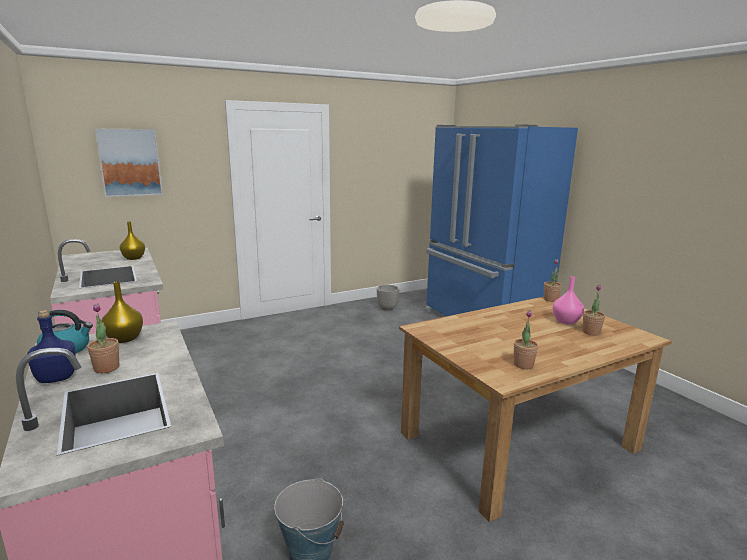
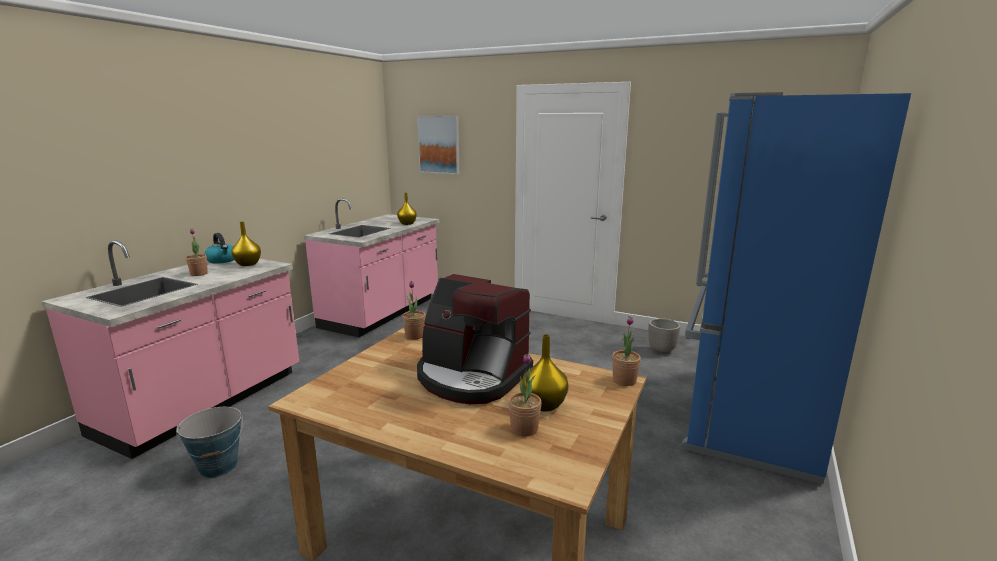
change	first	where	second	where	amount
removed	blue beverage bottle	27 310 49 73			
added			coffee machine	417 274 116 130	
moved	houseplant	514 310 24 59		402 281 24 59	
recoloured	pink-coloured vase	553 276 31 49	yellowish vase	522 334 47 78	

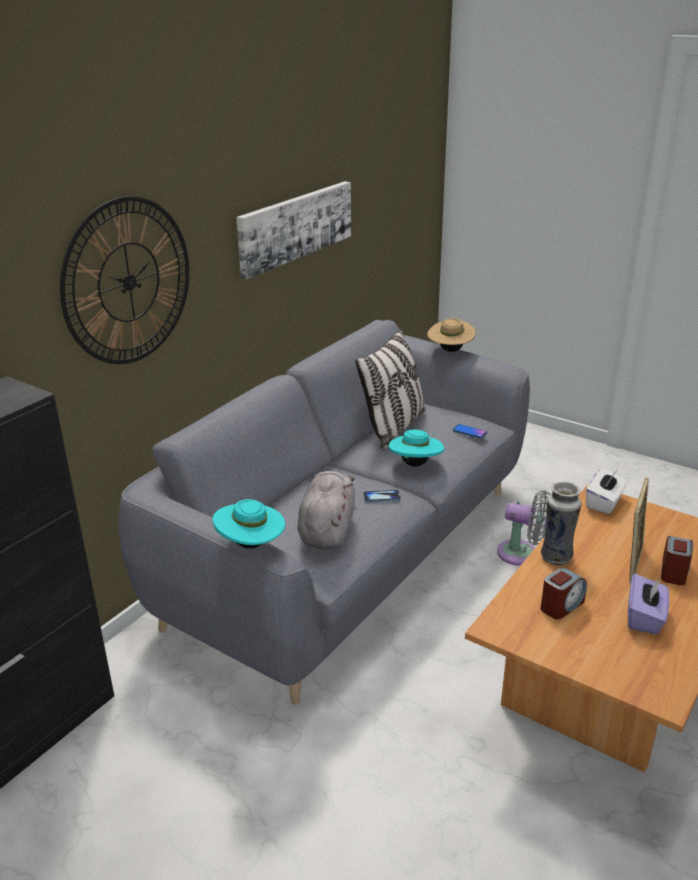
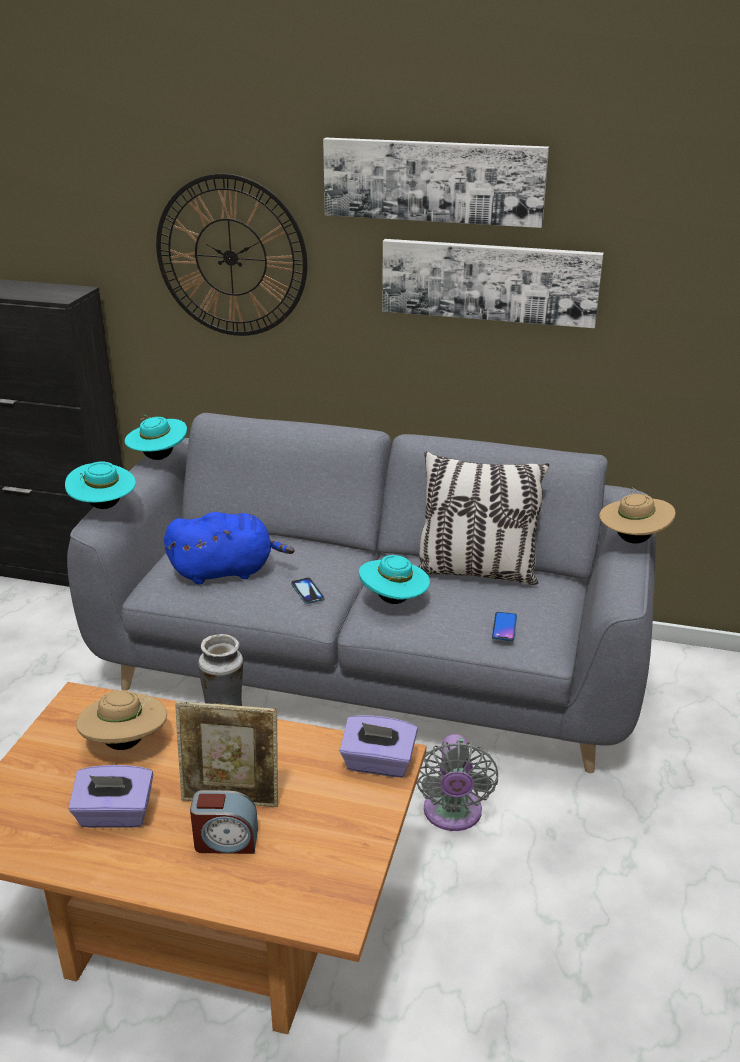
change	first	where	second	where	amount
added			blue-green clothing hat	125 414 62 46	
added			wall art	323 138 226 90	
replaced	alarm clock	541 567 46 53	sand-coloured clothing hat	76 690 91 60	
recoloured	grey soft toy	297 471 58 78	blue soft toy	164 512 130 73	
recoloured	whitish tissue box	586 468 42 46	purple tissue box	340 715 78 62	

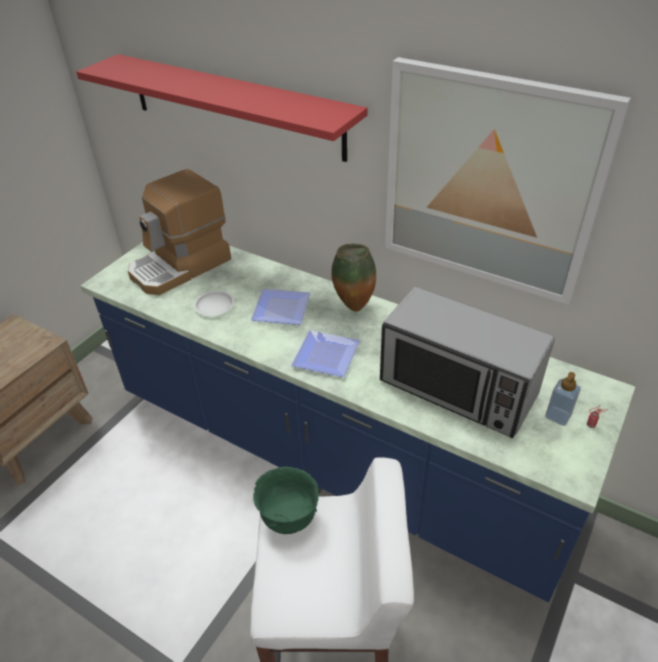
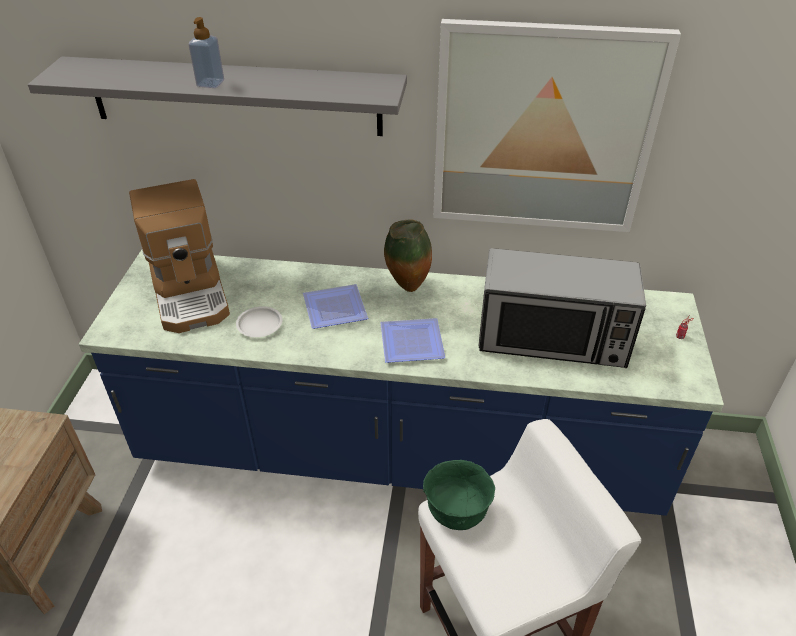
change	first	where	second	where	amount
moved	soap bottle	545 372 36 54		189 17 35 71	
recoloured	red shelf	76 54 291 108	grey shelf	28 56 379 80	
turned	coffee machine	128 169 103 126		129 179 101 154	45 degrees counterclockwise

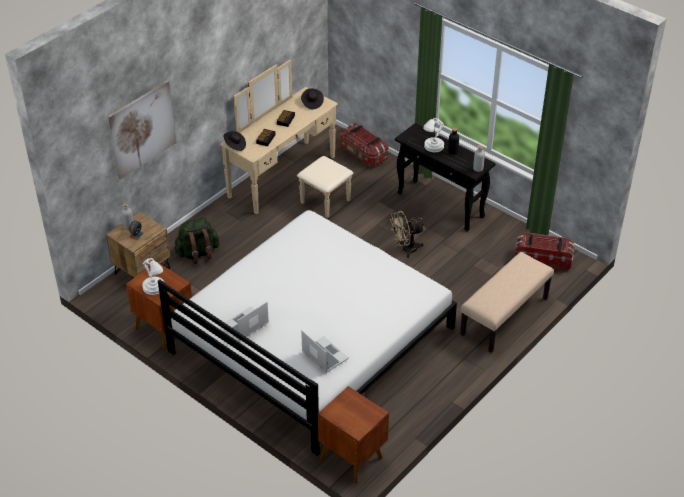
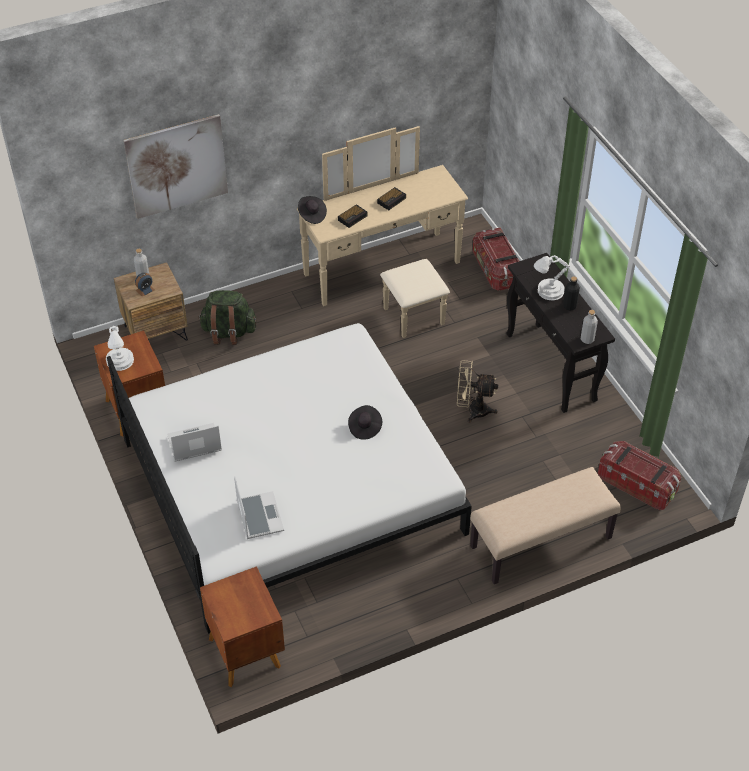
change	first	where	second	where	amount
moved	blackish clothing hat	301 88 23 21		348 405 34 35	

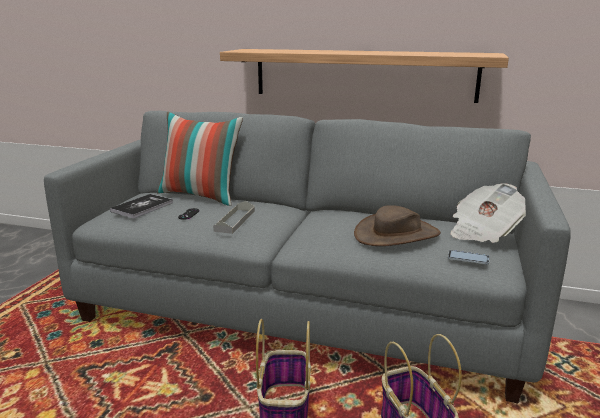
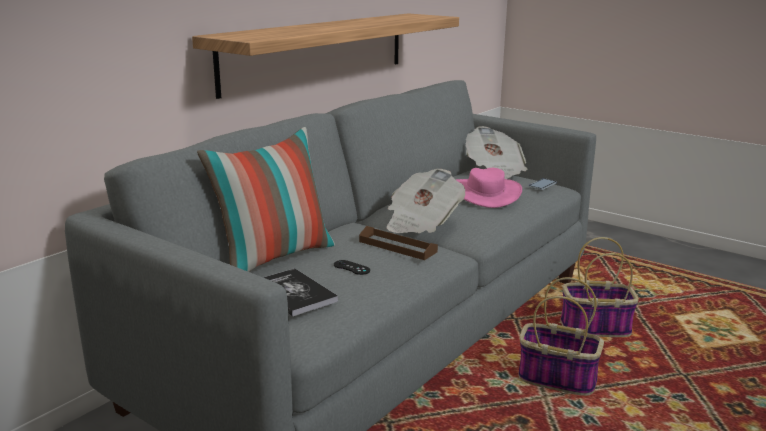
change	first	where	second	where	amount
added			newspaper	387 169 78 64	
recoloured	grey carrying tray	213 201 42 33	brownish carrying tray	359 226 79 34	
recoloured	brownish clothing hat	354 205 87 41	pink-coloured clothing hat	456 168 66 40	

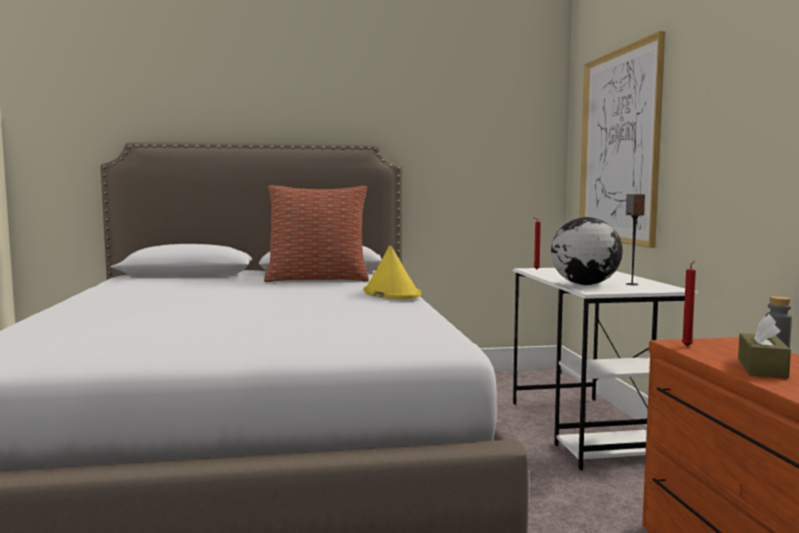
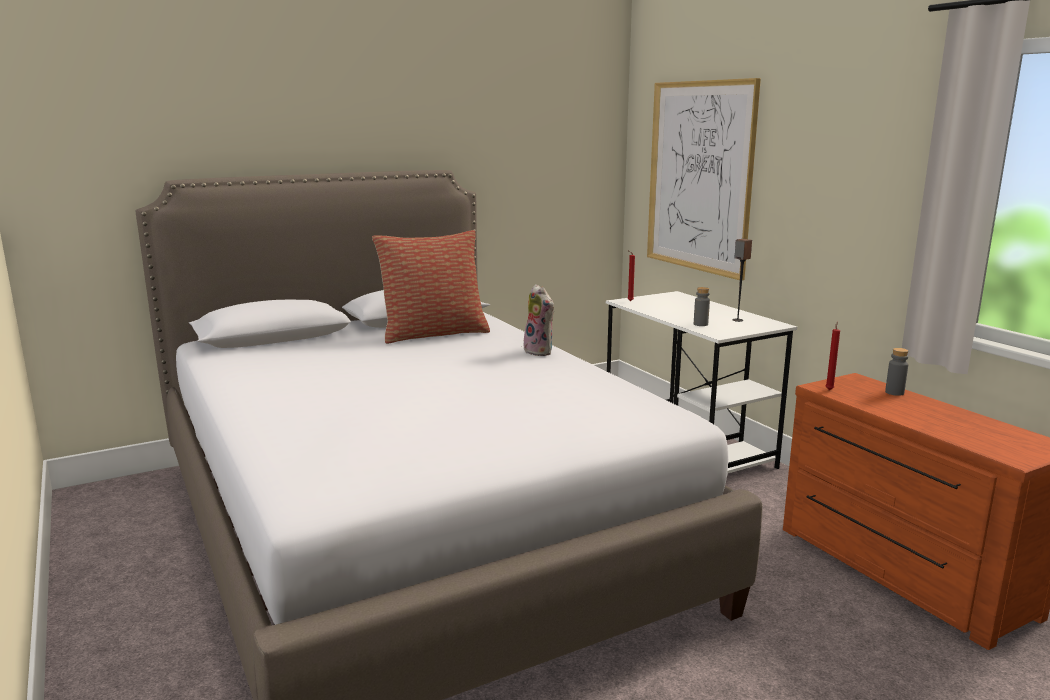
change	first	where	second	where	amount
removed	brownish tissue box	738 314 53 65			
replaced	yellowish clothing hat	363 245 58 54	soft toy	524 284 30 72	
replaced	desk globe	551 217 72 68	grey beverage bottle	694 287 16 39	

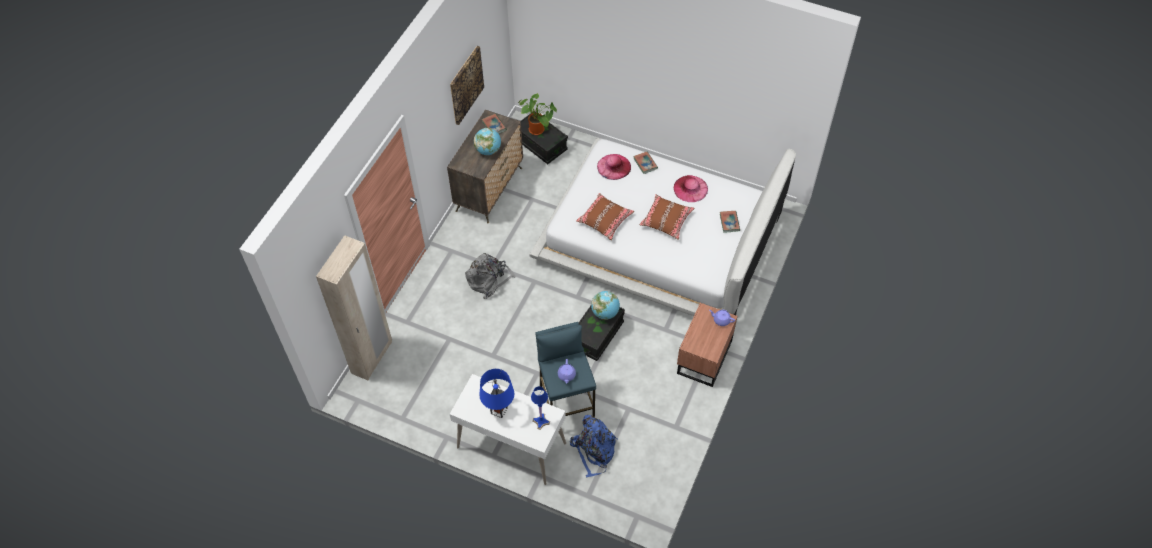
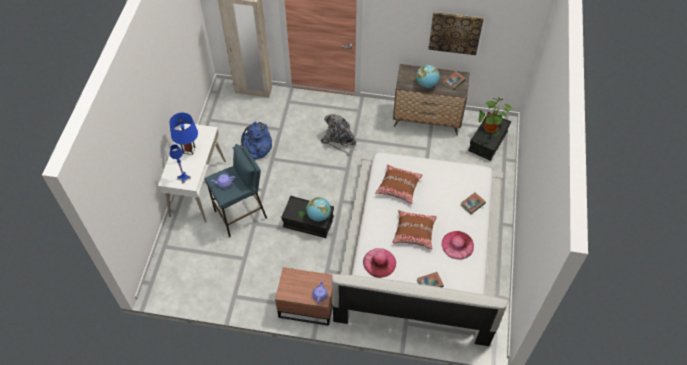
change	first	where	second	where	amount
moved	blue backpack	570 415 48 62		232 122 40 38	
moved	pink-coloured clothing hat	597 154 34 26		363 248 33 30	

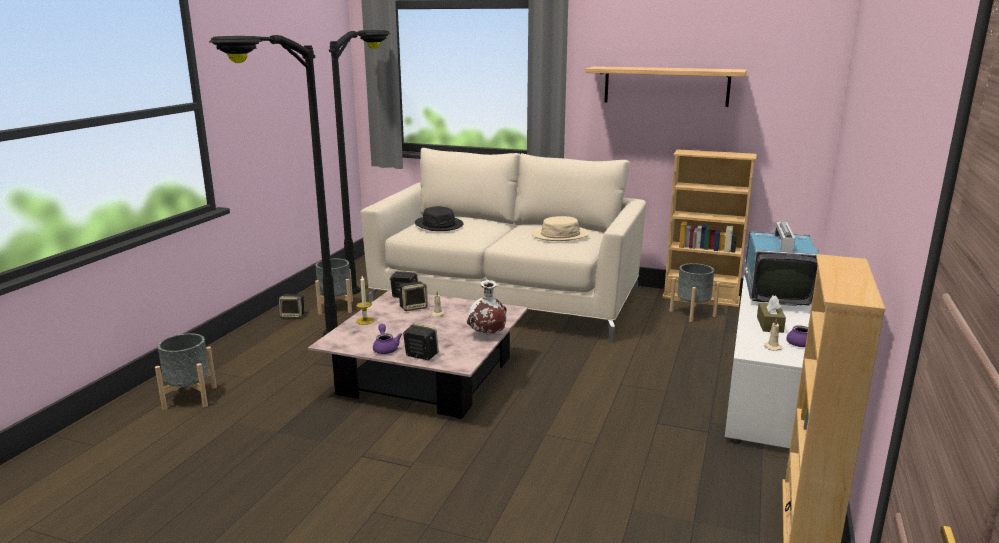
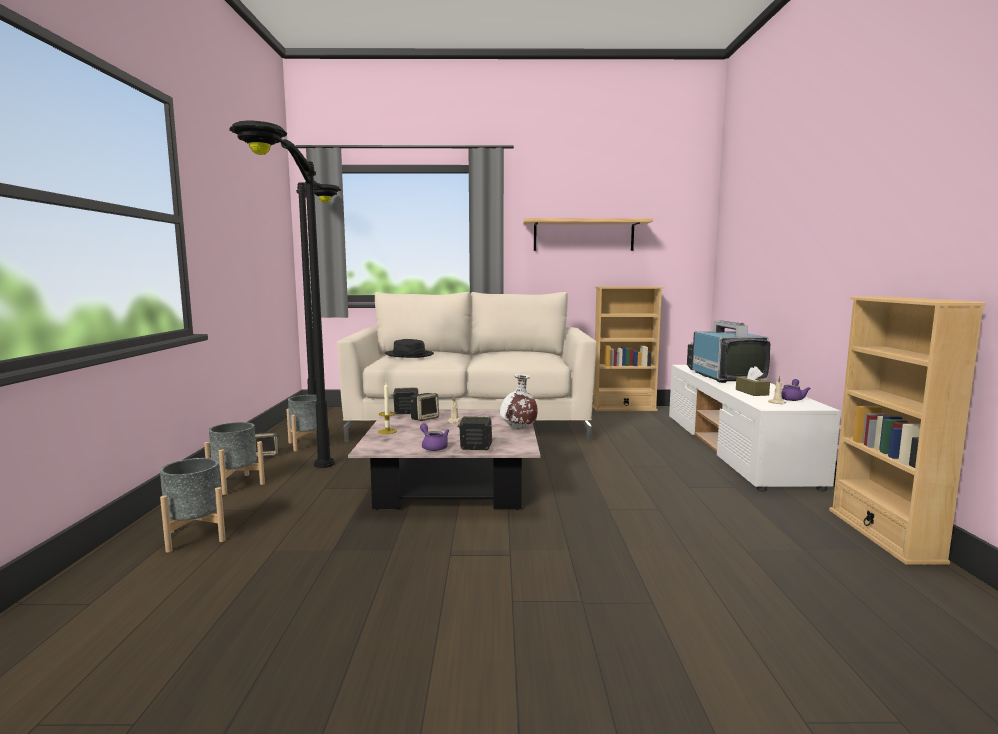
change	first	where	second	where	amount
removed	sand-coloured clothing hat	531 216 58 25			
moved	grey plant pot	670 263 50 59		204 422 61 73	

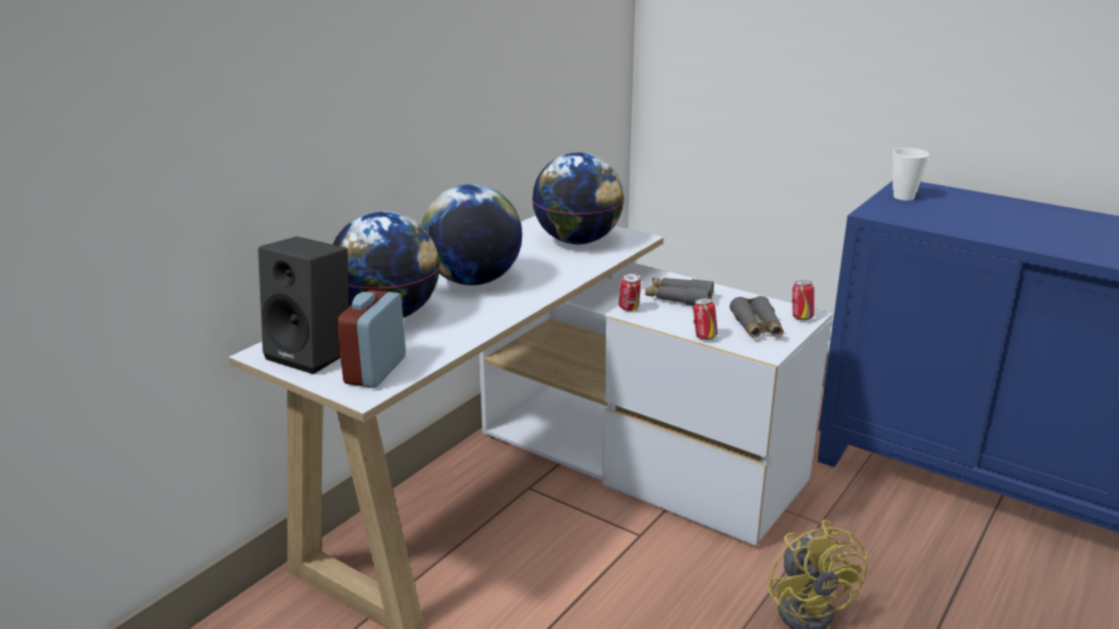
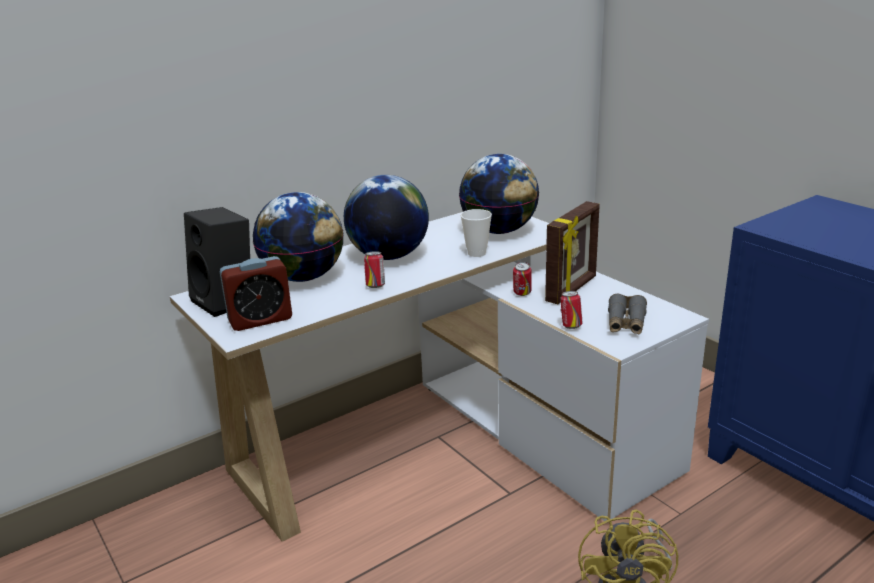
change	first	where	second	where	amount
moved	metal can	792 281 22 39		364 251 21 37	
moved	drinking cup	893 148 36 52		460 209 32 48	
replaced	grey binoculars	645 278 69 27	picture frame	545 201 54 103	
turned	alarm clock	337 290 69 98		220 256 72 75	150 degrees counterclockwise

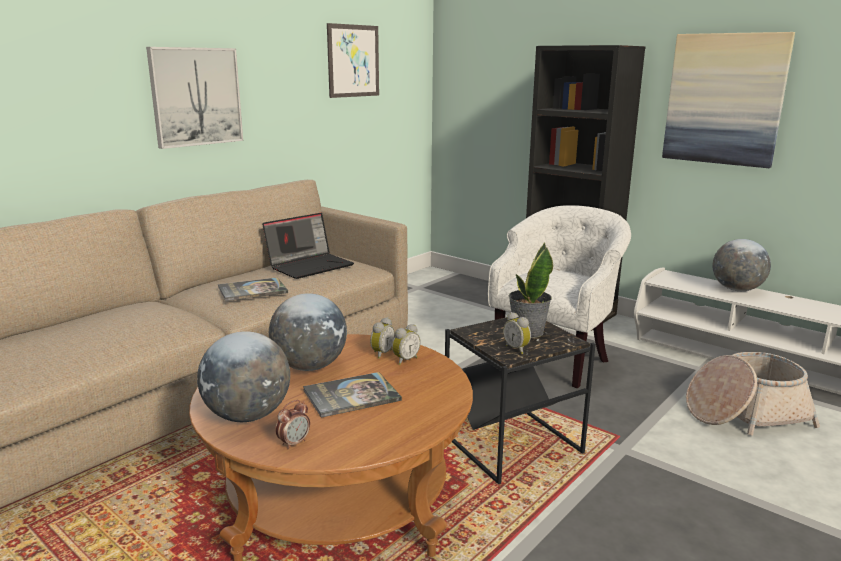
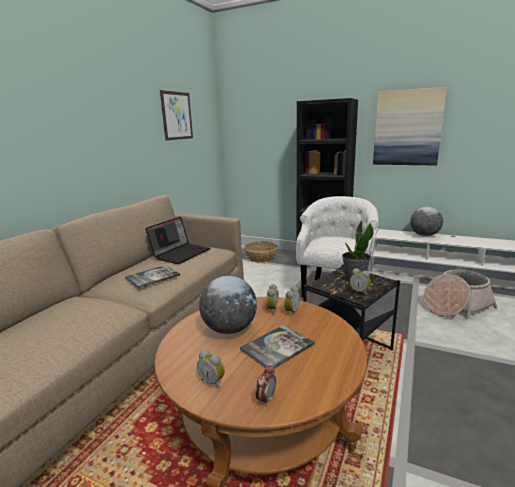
change	first	where	second	where	amount
removed	wall art	146 47 97 102			
added			household basket	244 241 34 22	
replaced	desk globe	197 331 93 91	alarm clock	197 350 28 39	

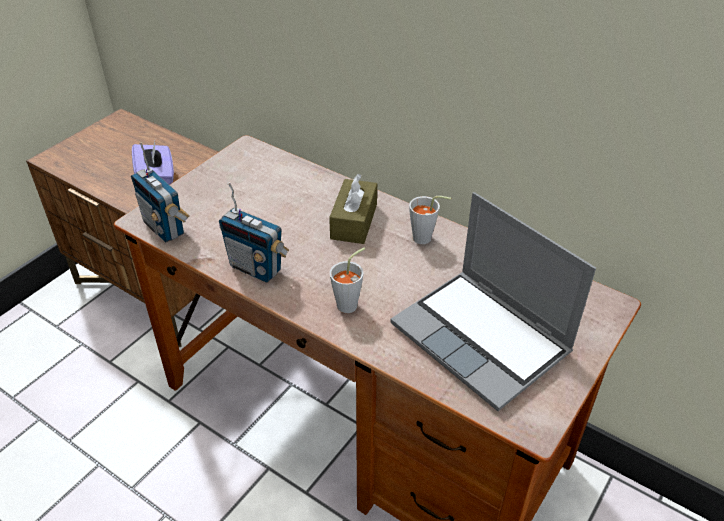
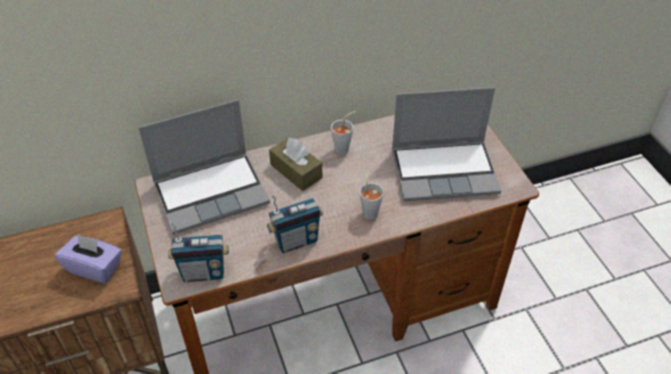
change	first	where	second	where	amount
added			notebook computer	138 99 132 136	

